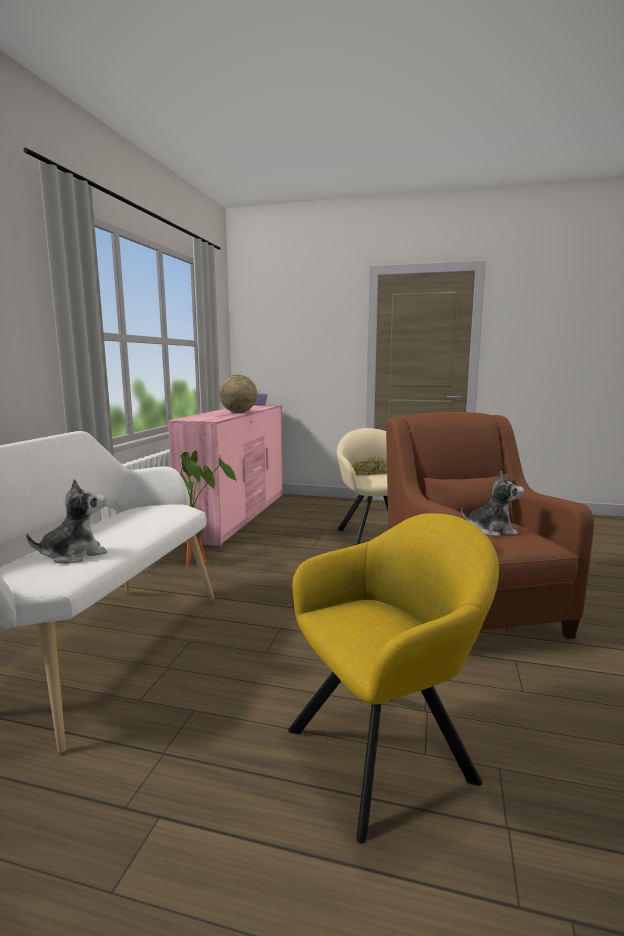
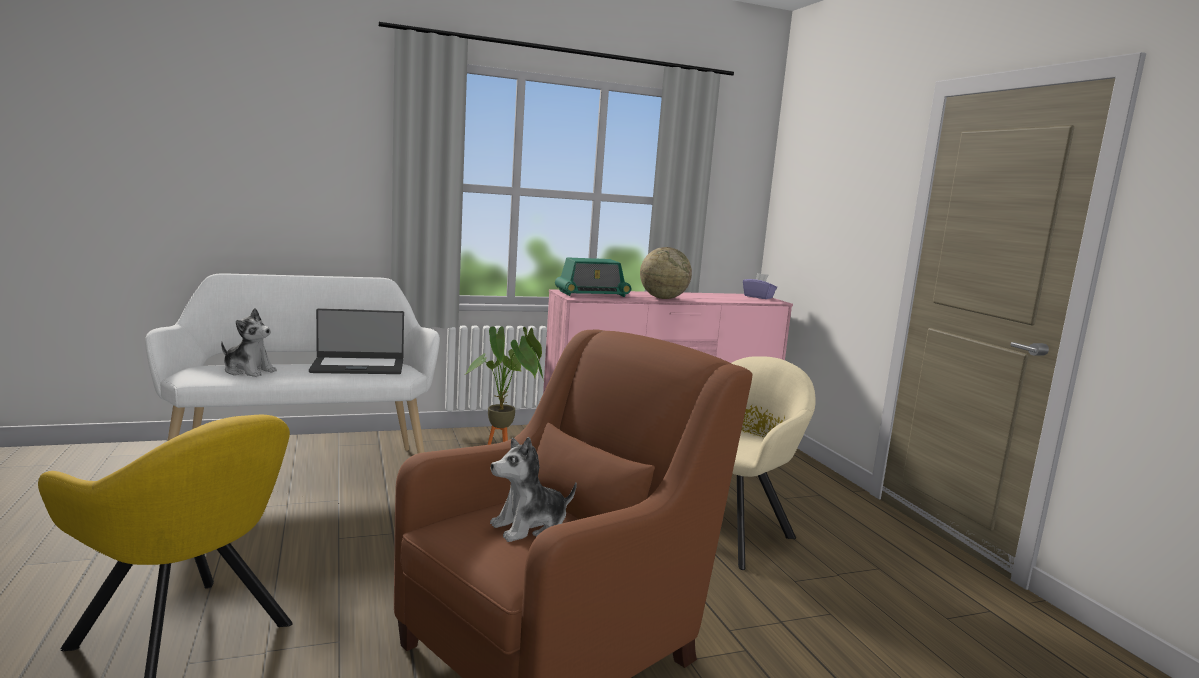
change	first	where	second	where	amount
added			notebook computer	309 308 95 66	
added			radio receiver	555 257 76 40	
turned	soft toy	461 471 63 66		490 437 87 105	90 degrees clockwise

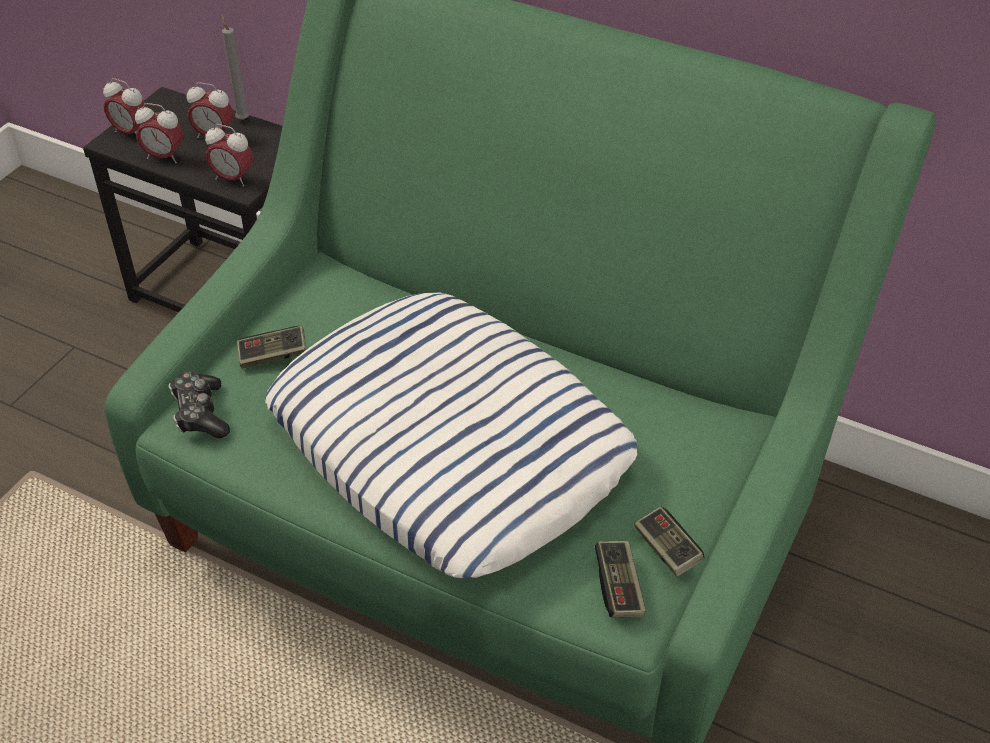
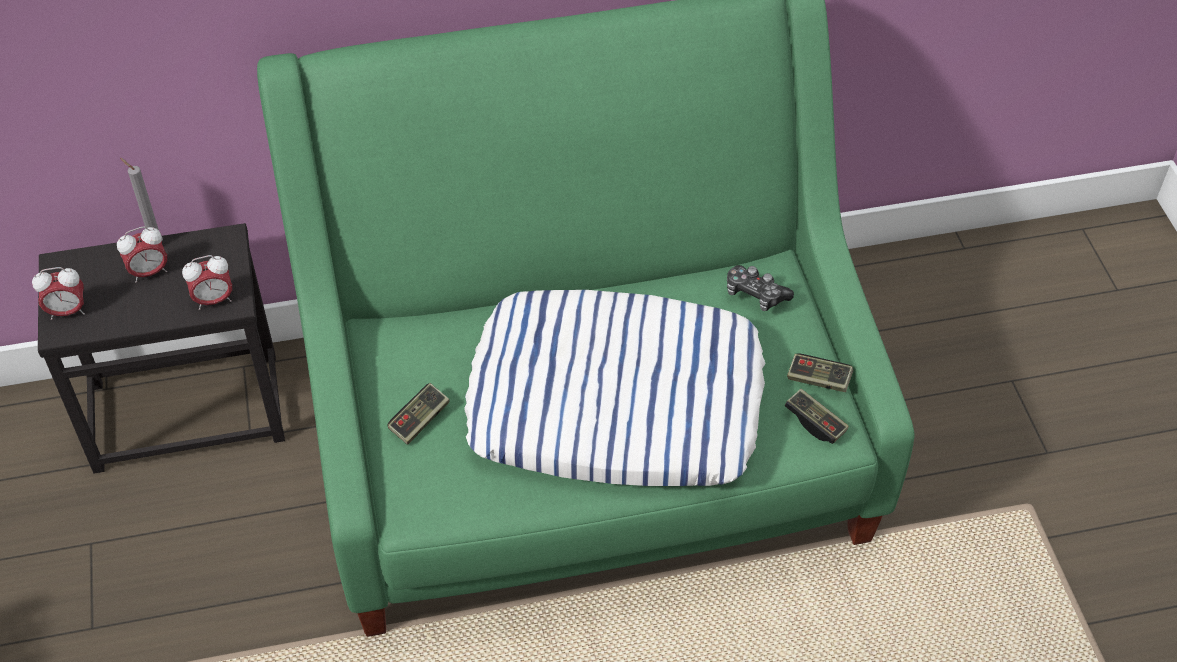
change	first	where	second	where	amount
removed	alarm clock	135 103 48 60			
moved	game controller	168 371 62 68		727 265 67 46	

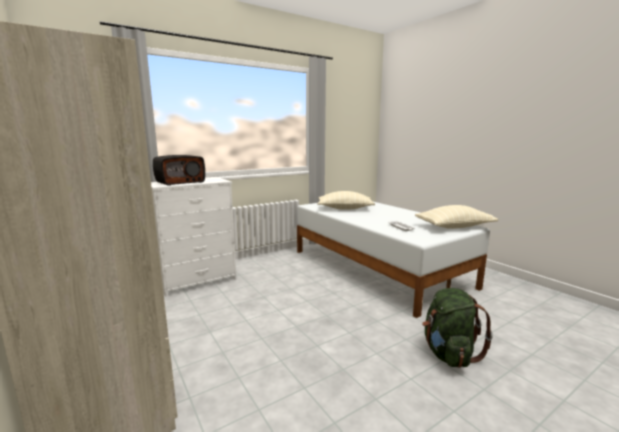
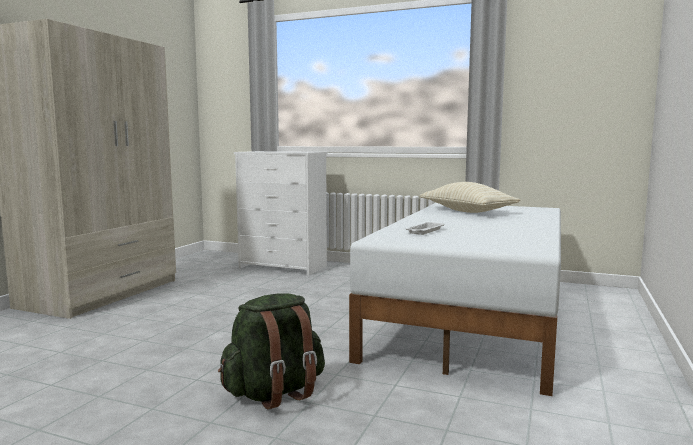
change	first	where	second	where	amount
removed	radio receiver	153 155 52 31			
removed	sand-coloured cushion	415 205 83 24			

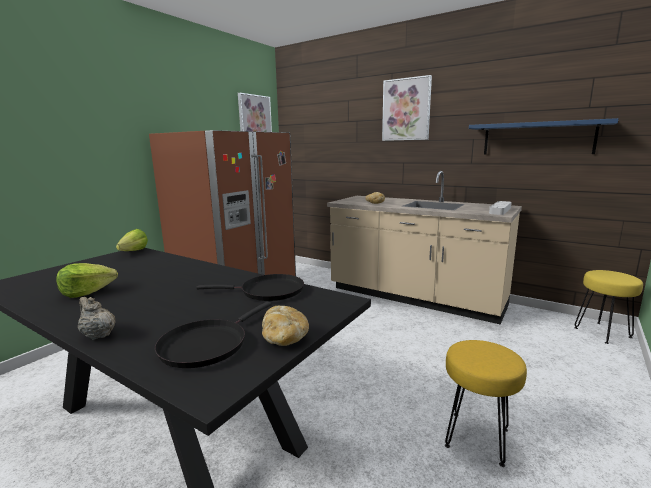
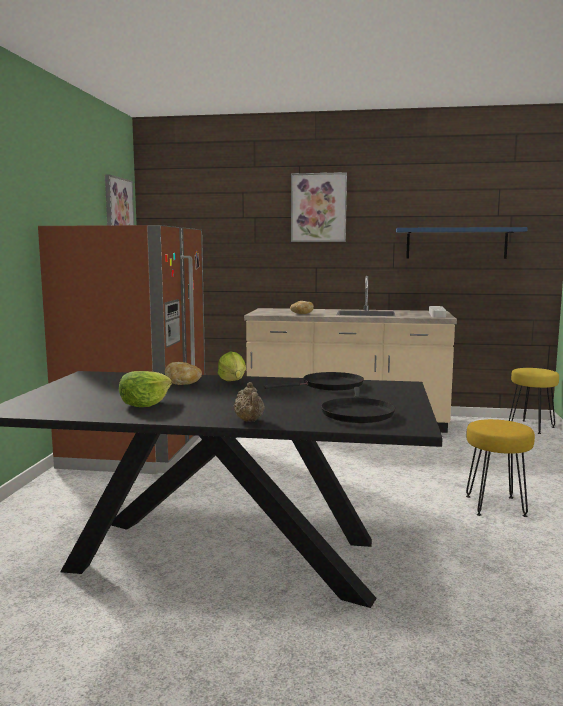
change	first	where	second	where	amount
moved	lettuce	116 229 32 22		218 351 28 30	
moved	baked bread	262 306 47 40		165 362 37 23	
turned	sand-coloured teapot	78 297 38 42		233 382 32 40	120 degrees counterclockwise

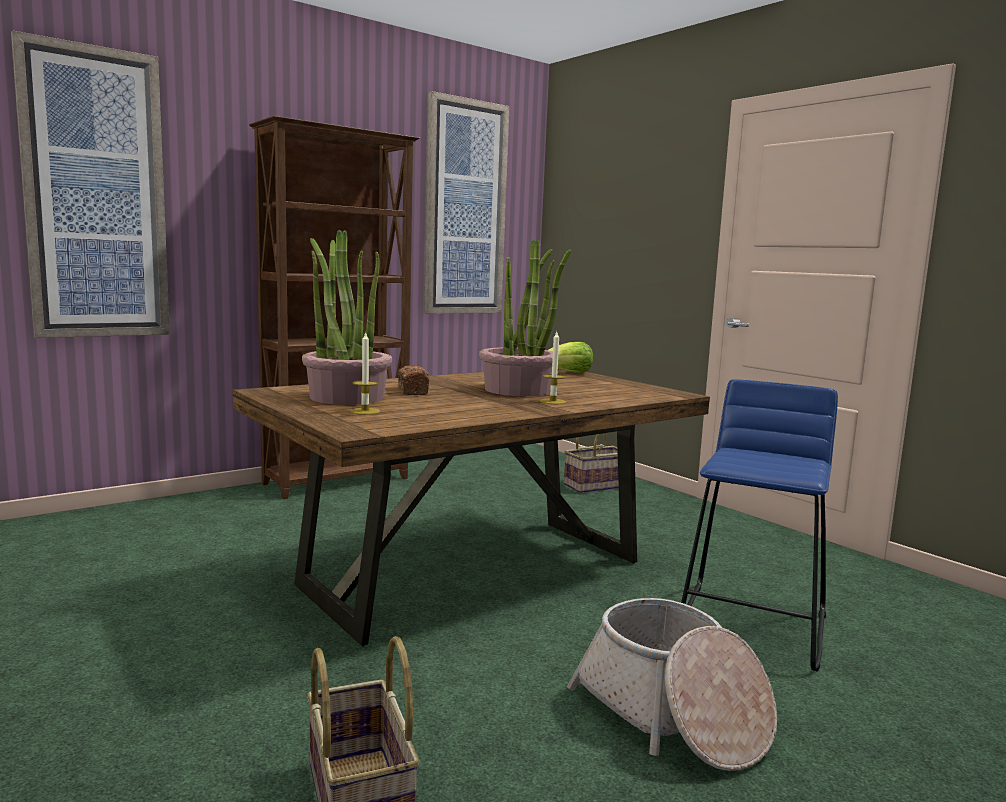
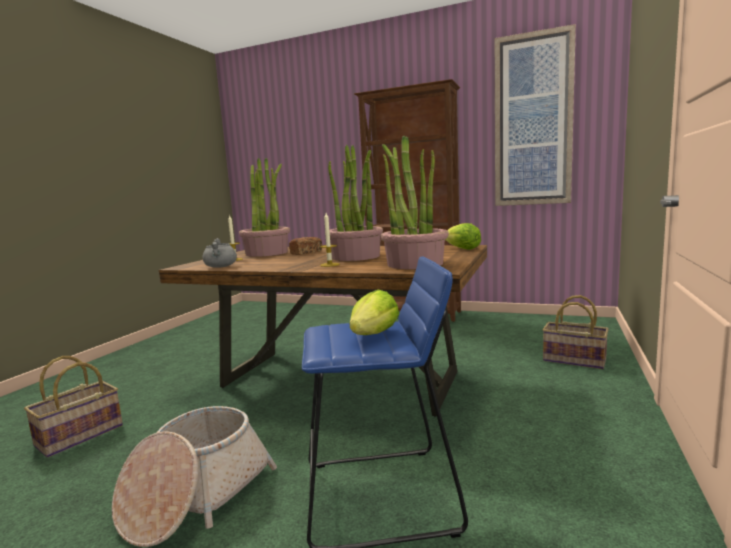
change	first	where	second	where	amount
removed	wall art	11 30 159 308			
added			grey cooking pot	203 238 34 30	
added			lettuce	350 290 49 45	
added			houseplant	381 136 68 133	

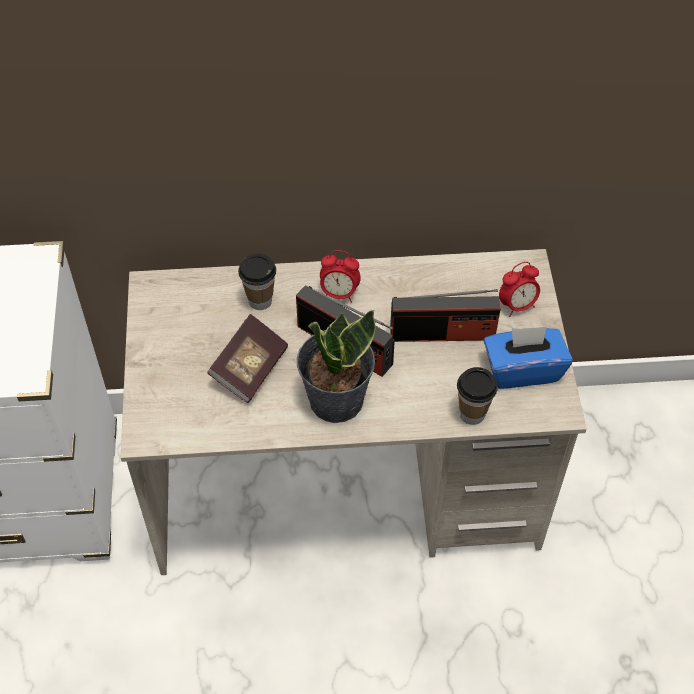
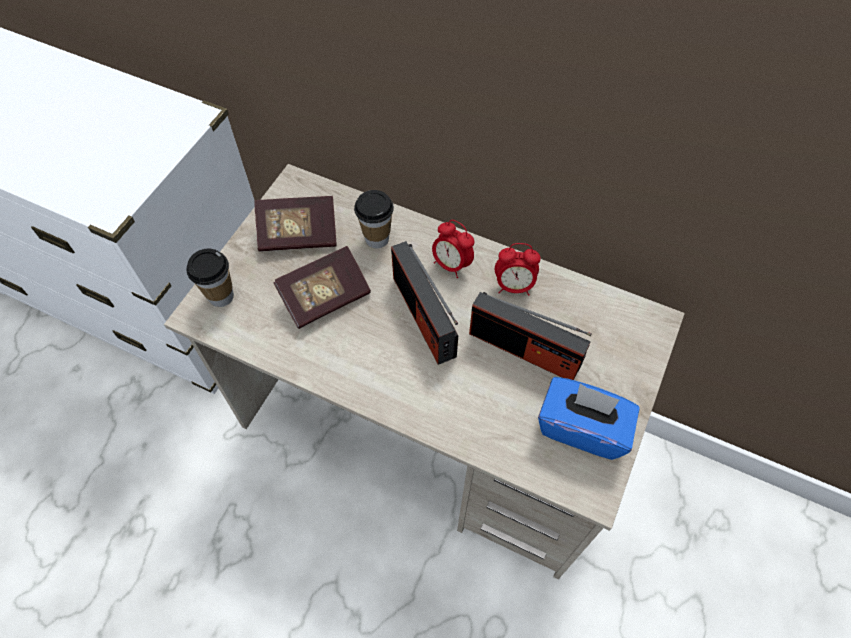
change	first	where	second	where	amount
removed	houseplant	297 310 78 113			
added			volume	254 196 83 56	
moved	drinking cup	457 367 41 58		186 248 48 59	
moved	alarm clock	499 262 41 55		495 243 46 53	

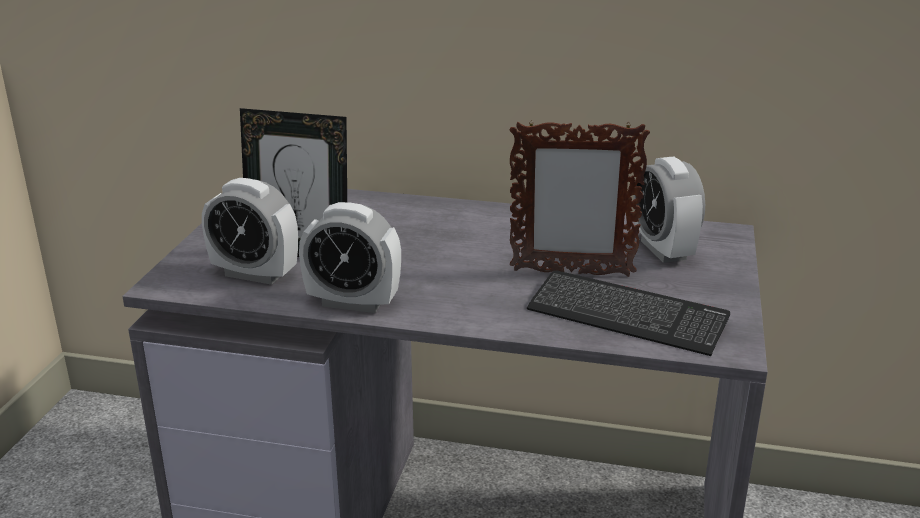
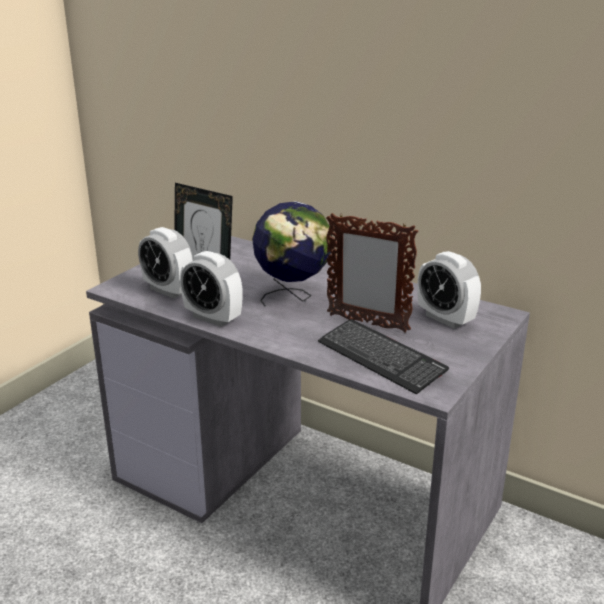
change	first	where	second	where	amount
added			desk globe	252 201 80 105	
turned	alarm clock	634 157 71 106		417 251 64 78	45 degrees counterclockwise

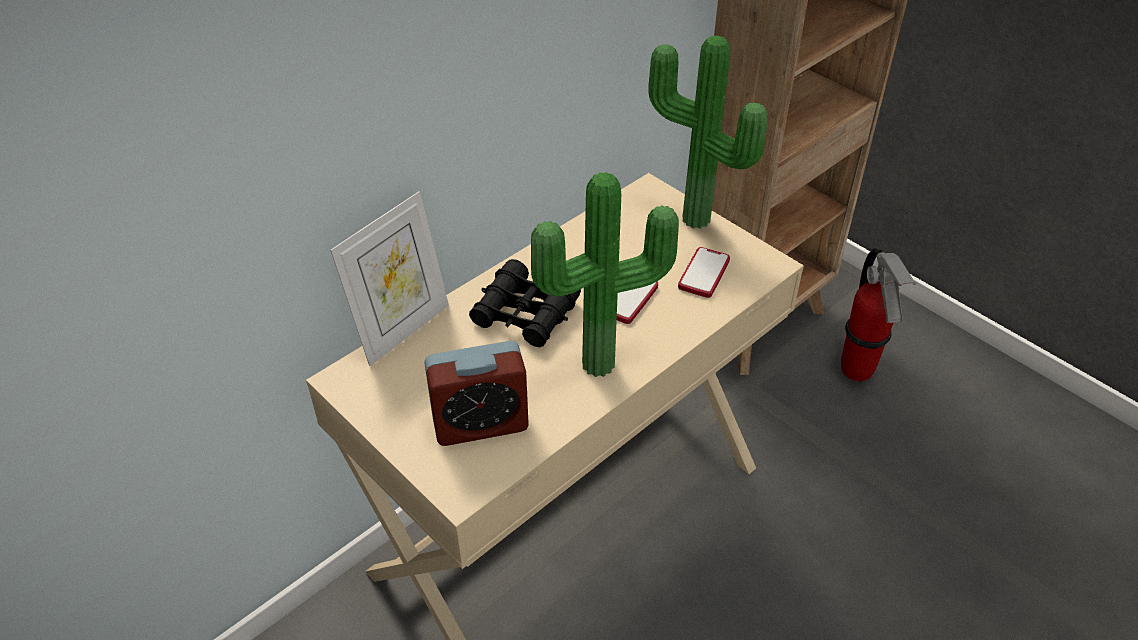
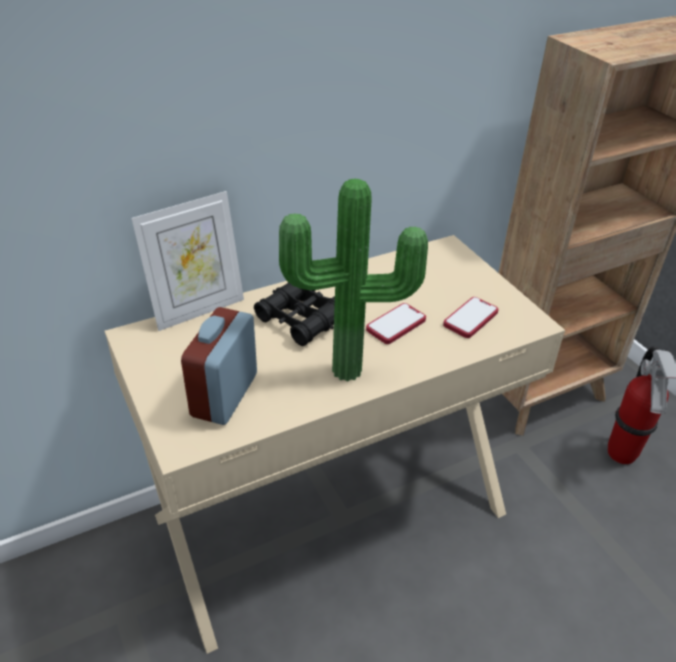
change	first	where	second	where	amount
removed	houseplant	648 36 120 193			
turned	alarm clock	424 341 105 105		181 307 76 118	105 degrees clockwise

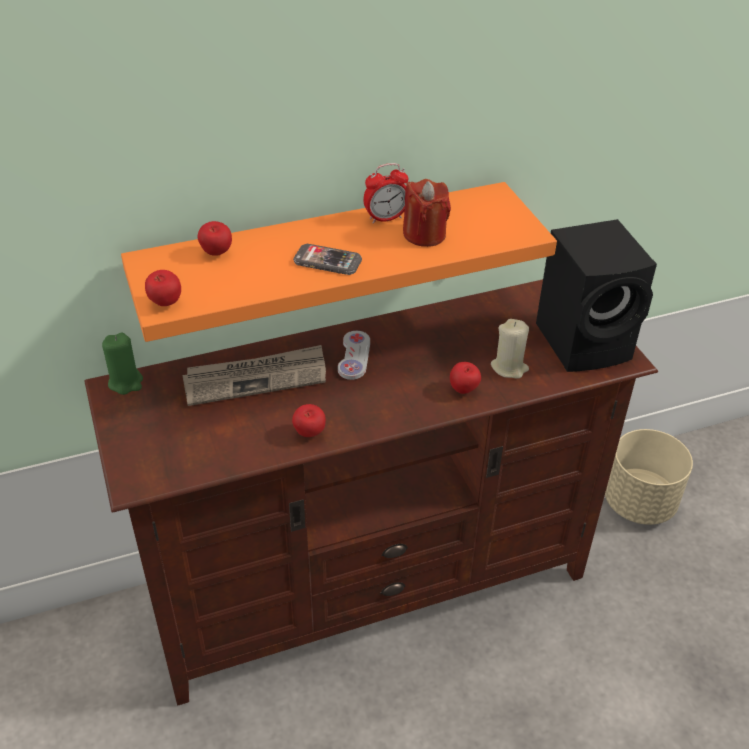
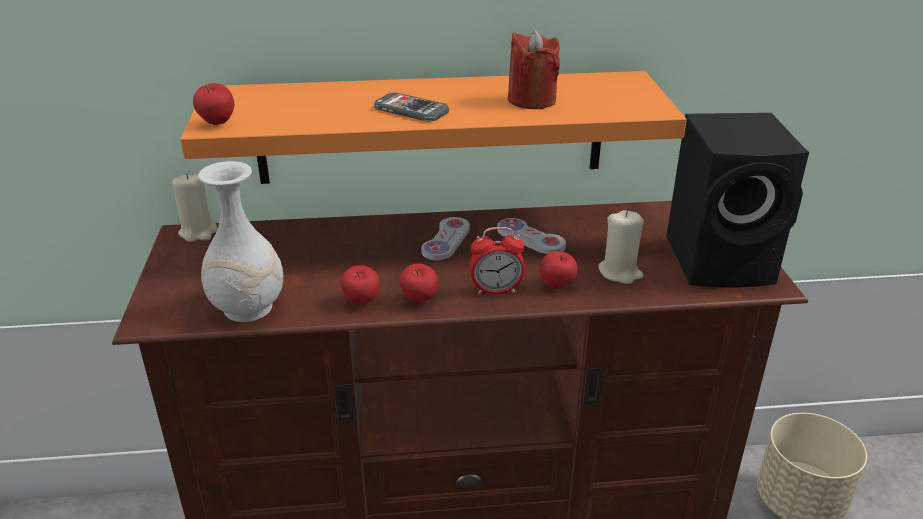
change	first	where	second	where	amount
removed	newspaper	182 345 144 61			
added			whitish vase	198 161 85 161	
added			whitish game controller	497 218 69 36	
moved	whole apple	197 221 35 35		399 264 39 39	
moved	alarm clock	363 163 46 61		469 227 56 68	
recoloured	green wax candle	102 333 41 62	sand-coloured wax candle	172 173 45 69	

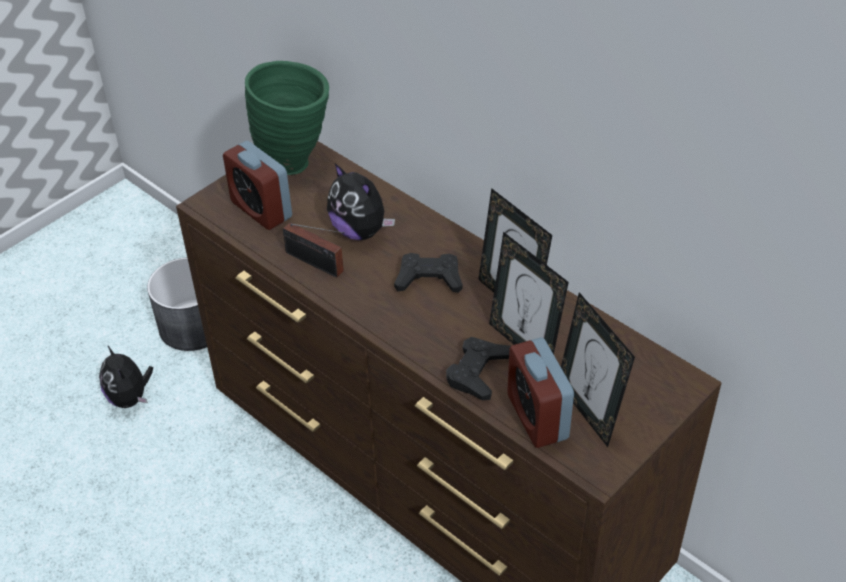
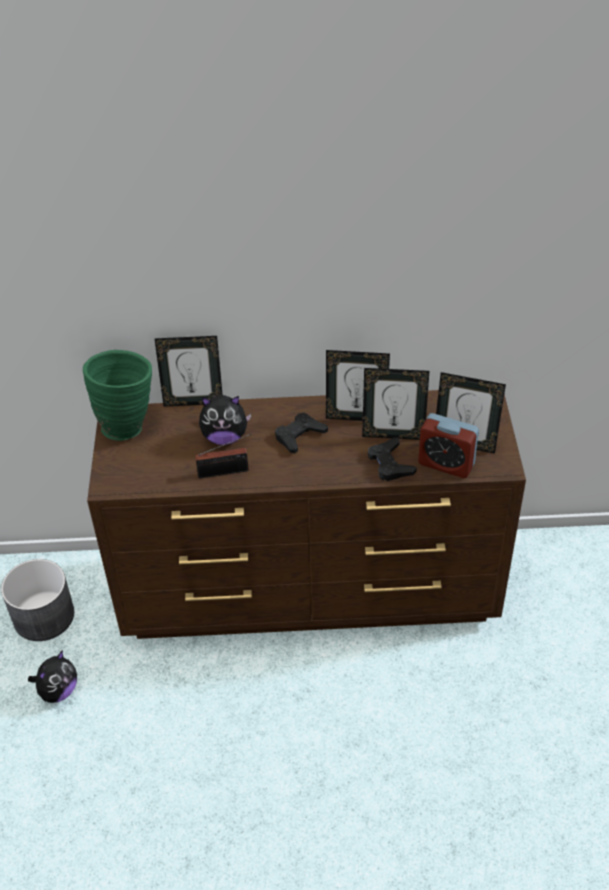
change	first	where	second	where	amount
removed	alarm clock	223 141 69 89			
added			picture frame	154 336 69 71	
turned	soft toy	99 345 54 63		28 650 49 53	75 degrees counterclockwise

